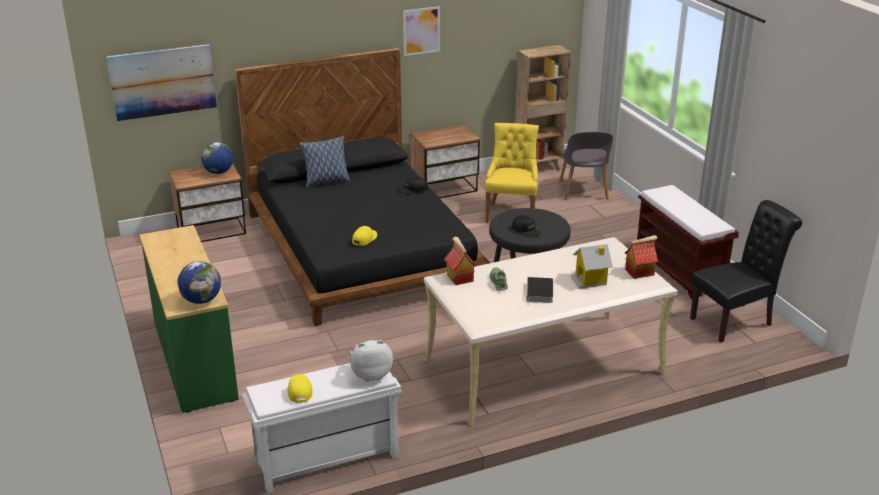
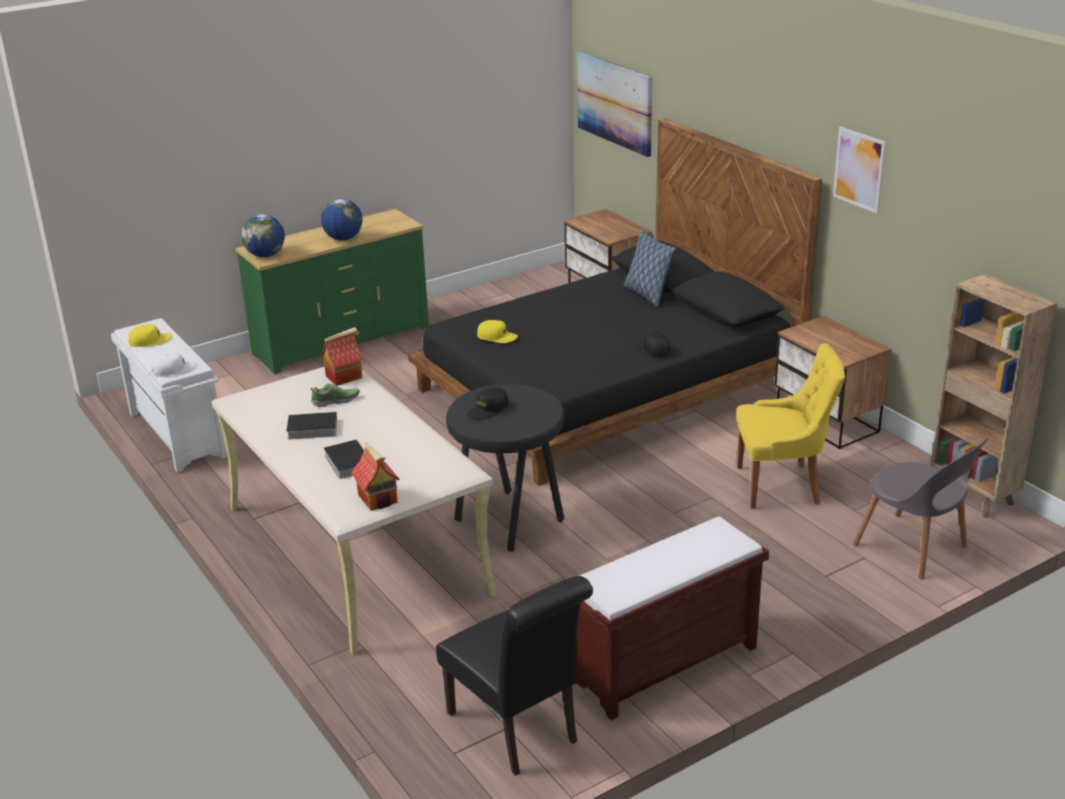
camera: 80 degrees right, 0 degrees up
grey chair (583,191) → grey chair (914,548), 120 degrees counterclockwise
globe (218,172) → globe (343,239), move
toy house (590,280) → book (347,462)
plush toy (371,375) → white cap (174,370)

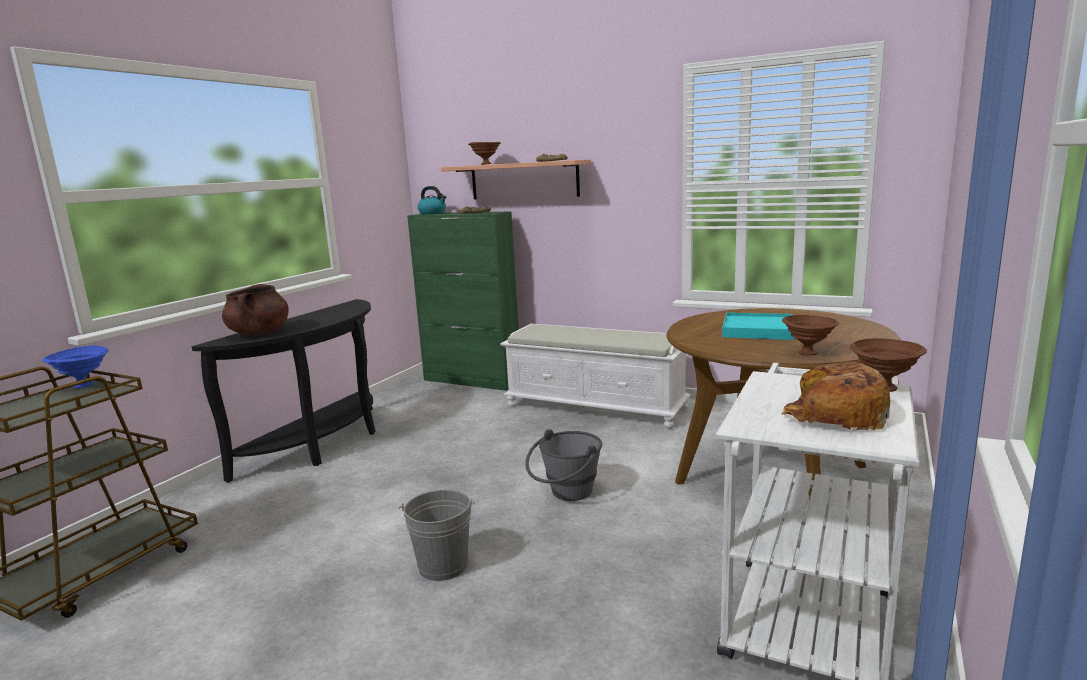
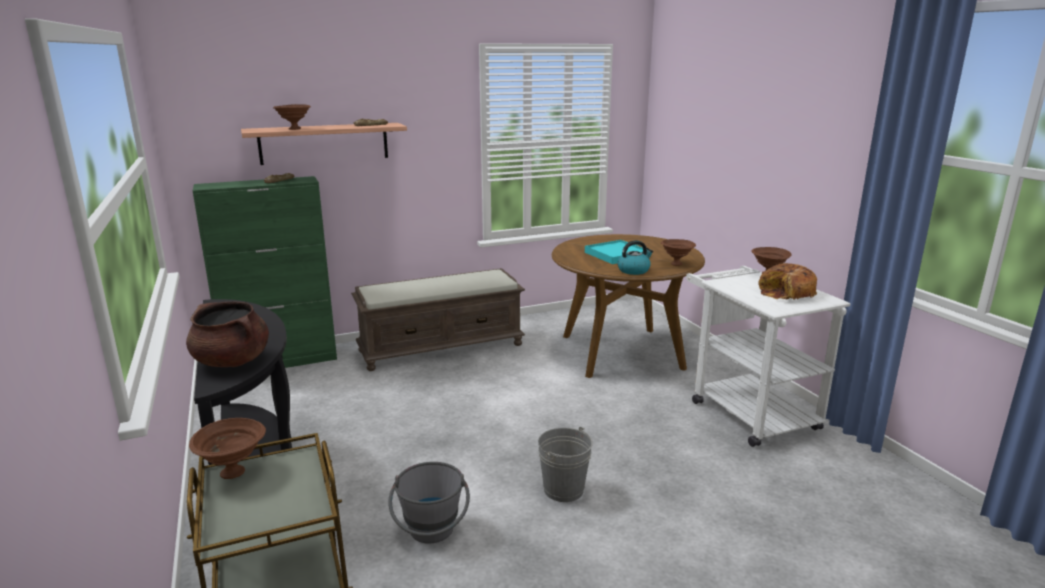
camera: 50 degrees left, 5 degrees up
kettle (433,213) → kettle (634,270), move
white bench (597,407) → brown bench (442,347)
blue bowl (84,385) → brown bowl (234,472)
grey bucket (566,494) → grey bucket (431,535), move

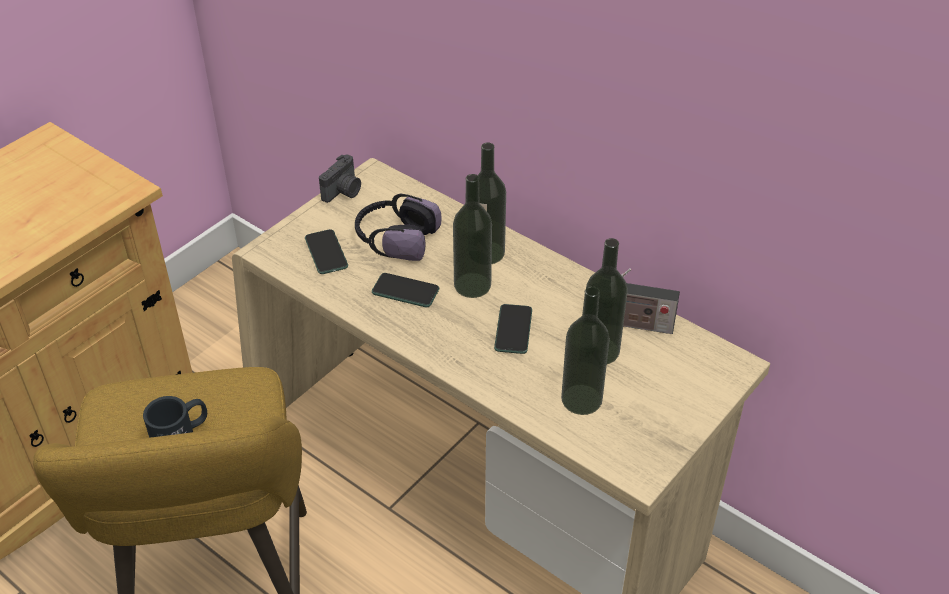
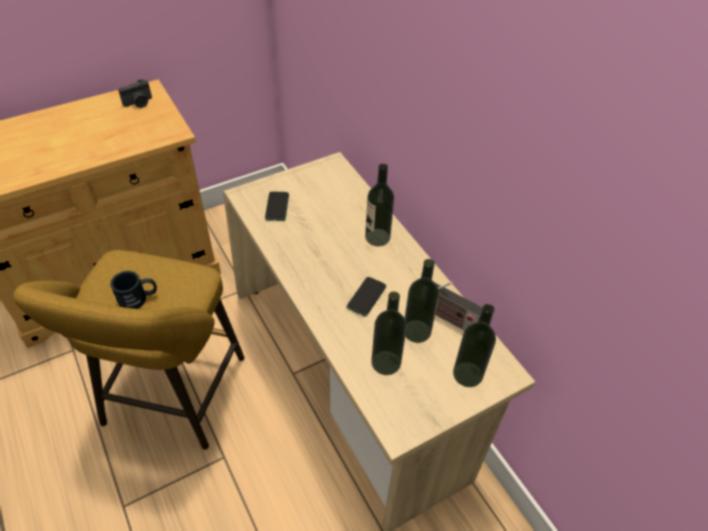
camera: 20 degrees right, 5 degrees up
photo camera (343,192) → photo camera (139,103), move
bottle (472,285) → bottle (467,374), move
headphones (395,239) → -
phone (405,291) → -

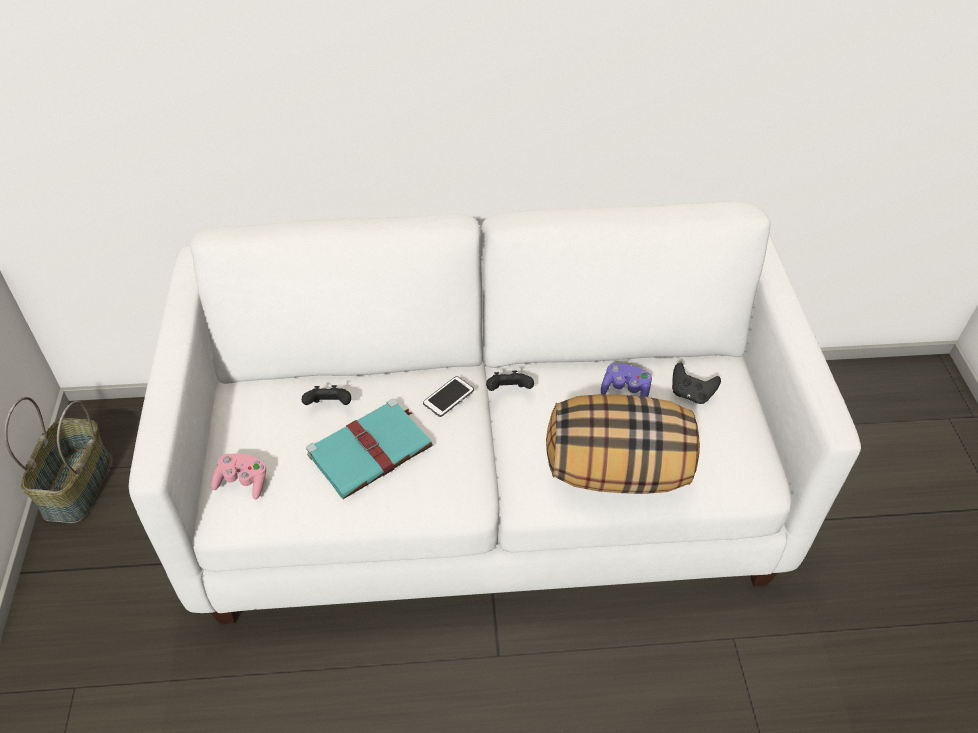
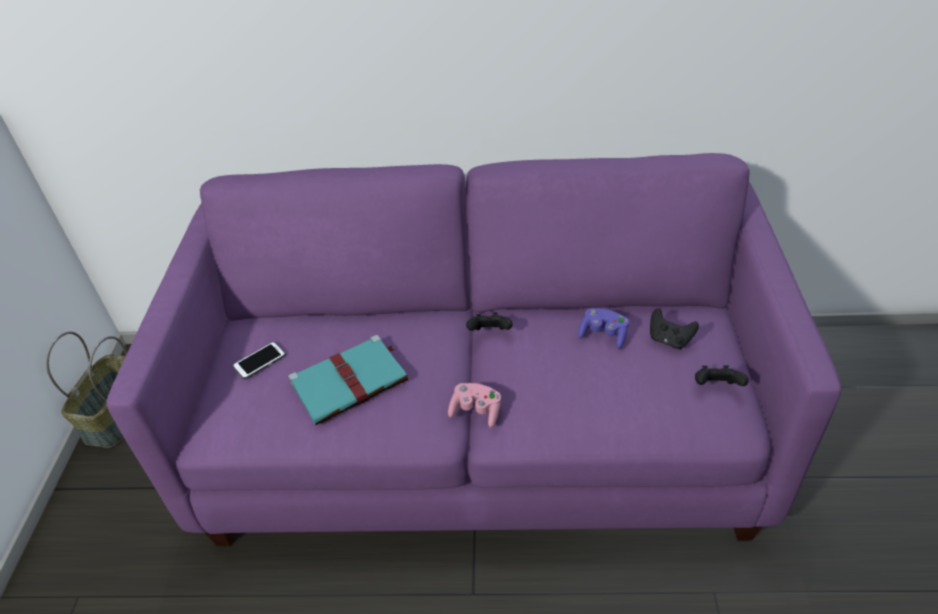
camera: 10 degrees right, 5 degrees down
white sofa (487,489) → purple sofa (480,434)
phone (448,397) → phone (259,361), move
black game controller (329,406) → black game controller (716,387), move
pillow (617,470) → -
pink game controller (243,482) → pink game controller (476,411), move

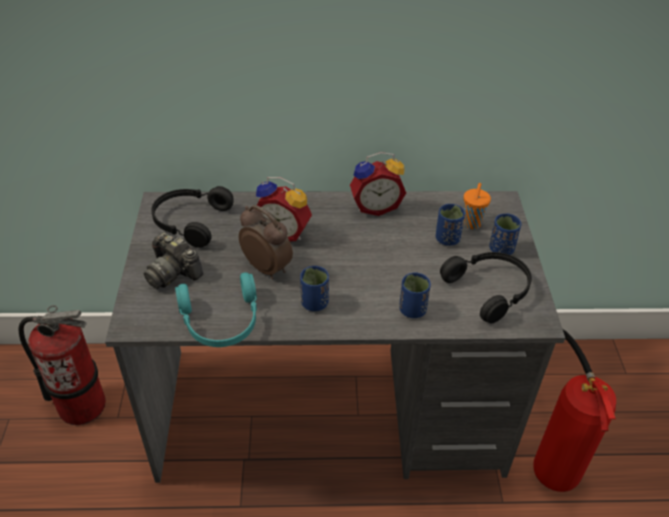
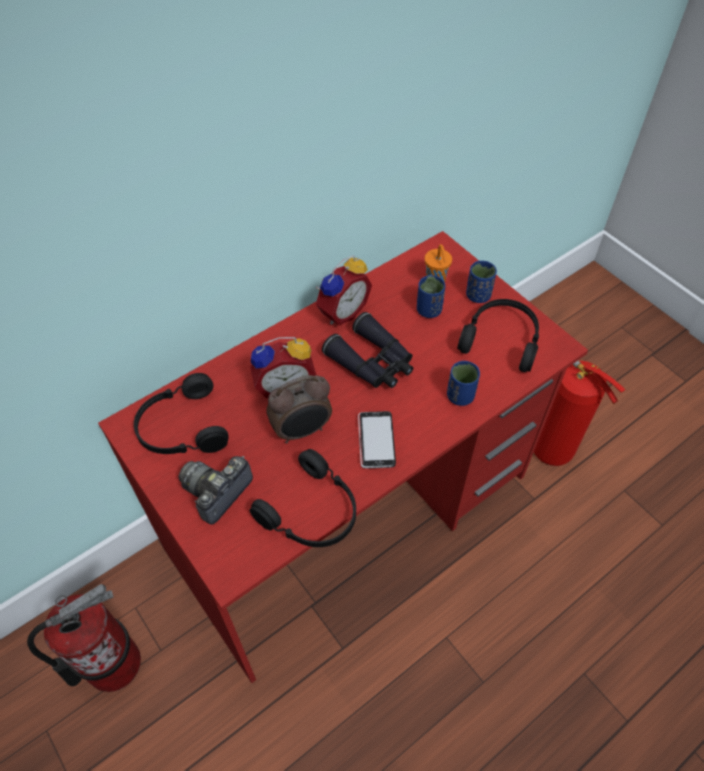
camera: 35 degrees left, 10 degrees up
grey desk (331,412) → red desk (350,513)
alarm clock (267,267) → alarm clock (302,431), 150 degrees clockwise
photo camera (173,272) → photo camera (217,492), 120 degrees clockwise
blue cup (314,303) → phone (376,440)
turquoise headphones (221,322) → black headphones (312,512)
- → black binoculars (372,362)

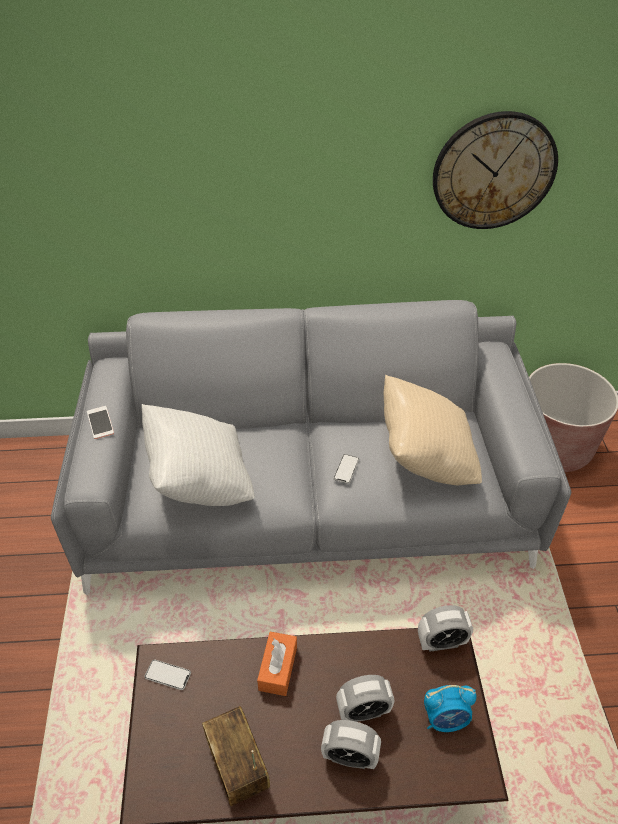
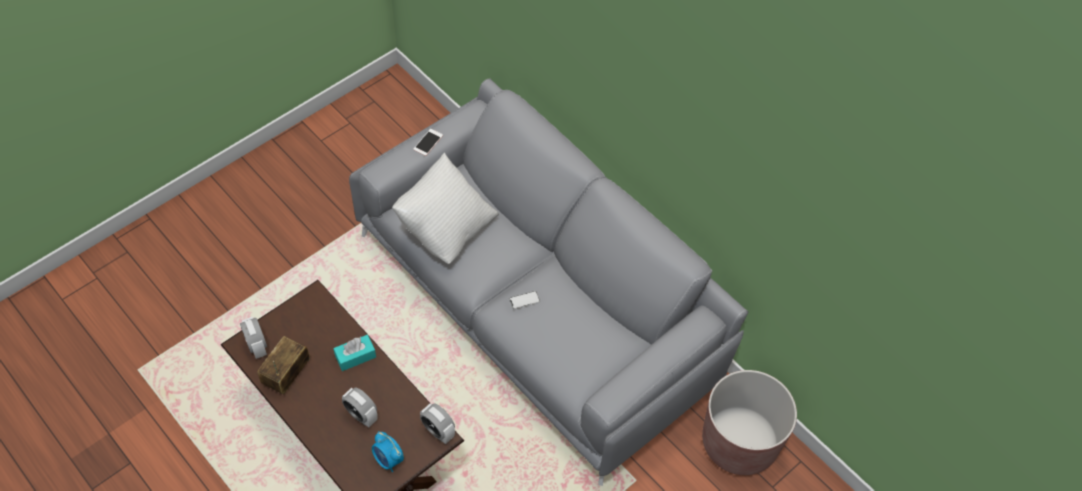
camera: 50 degrees right, 10 degrees up
wall clock (493,171) → -
beige pillow (426,457) → -
orange tissue box (278,668) → turquoise tissue box (355,356)
phone (168,675) → -
alarm clock (349,757) → alarm clock (257,346), move

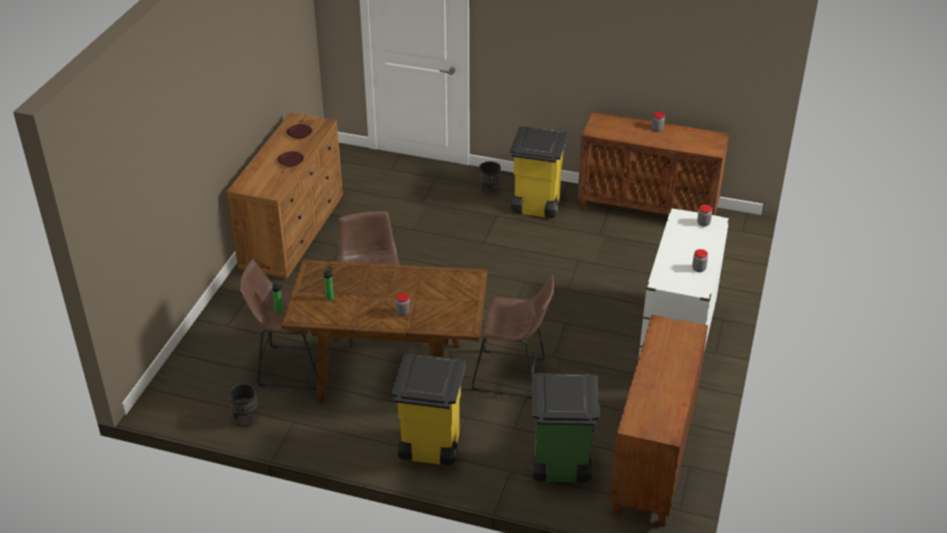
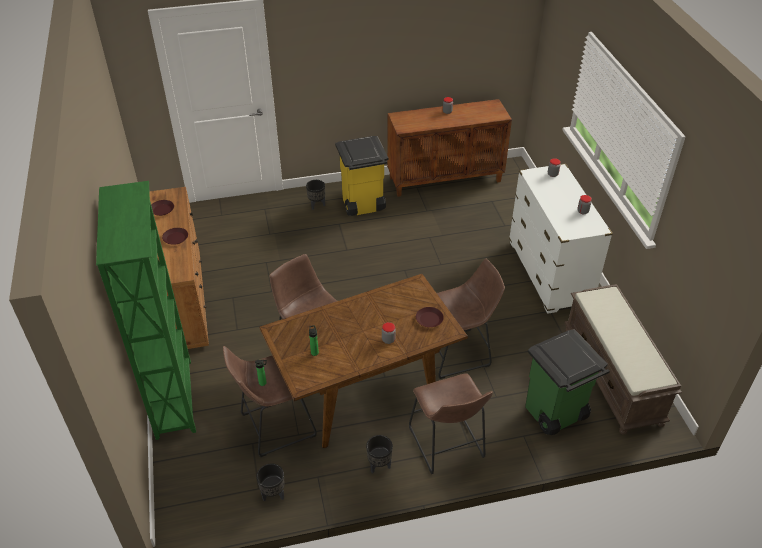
camera: 30 degrees left, 5 degrees up
brown cabinet (654,460) → brown bench (613,376)
yellow trash can (429,448) → brown stool (447,446)
- → green bookcase (175,398)
- → brown plate (429,319)
- → black planter (379,465)

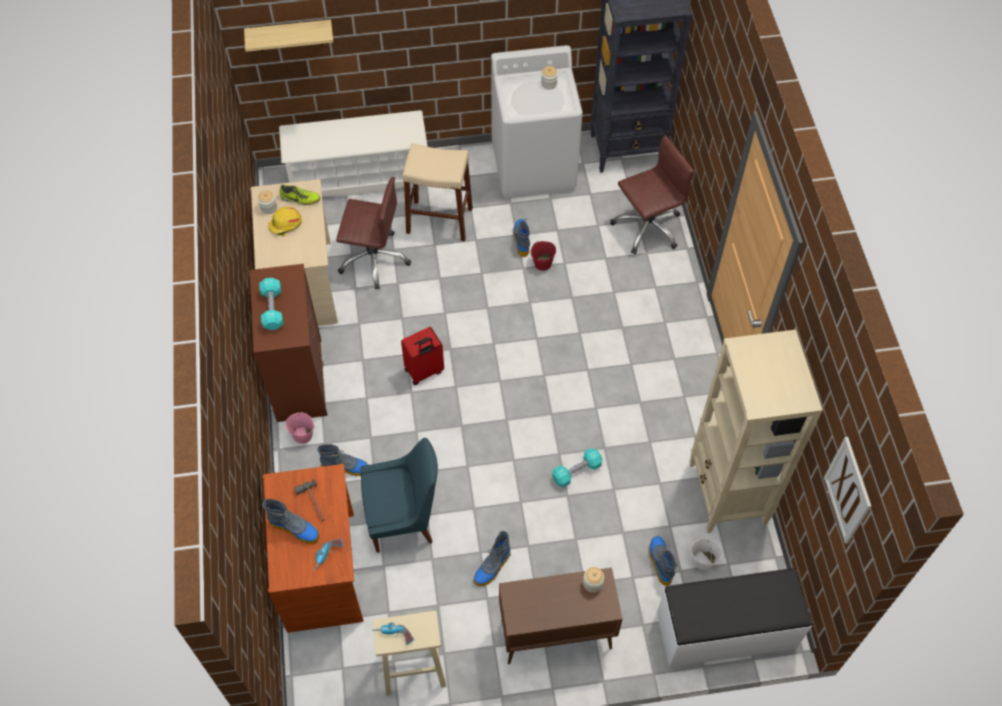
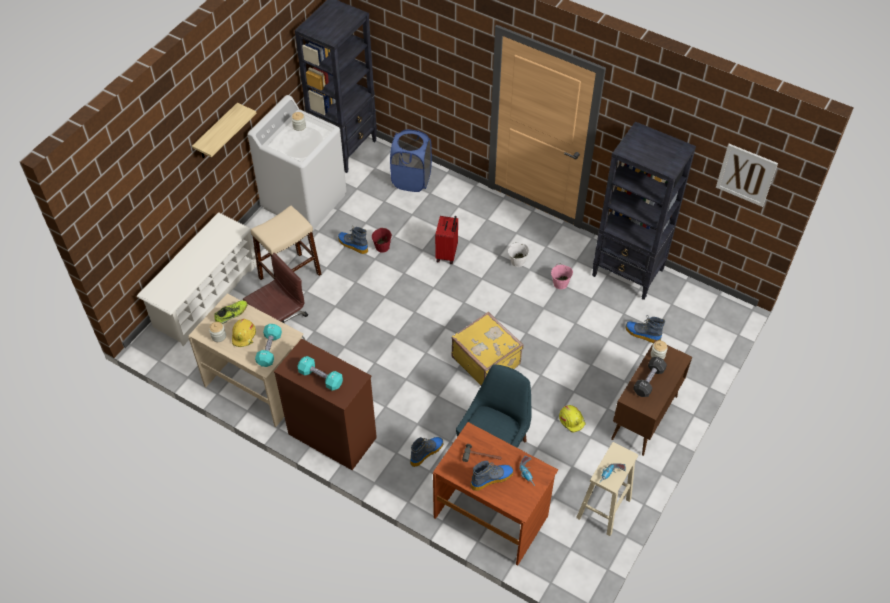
camera: 50 degrees left, 5 degrees down
shelf (289,35) → shelf (216,133), move
brown office chair (647,227) → blue laundry basket (411,179)
red suitcase (424,372) → red suitcase (447,254), move
beige bookcase (727,495) → black bookcase (628,273)
pink bucket (303,435) → pink bucket (560,283), move
turquoise dumbbell (576,471) → turquoise dumbbell (269,349), move
boot (492,567) → yellow hard hat (572,420)
white bucket (703,560) → white bucket (517,261), move
white bench (726,631) → -
- → yellow suitcase (486,360)
- → black dumbbell (648,381)

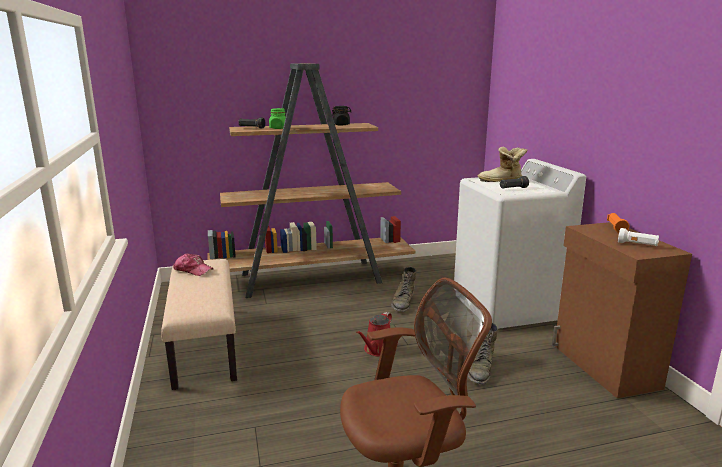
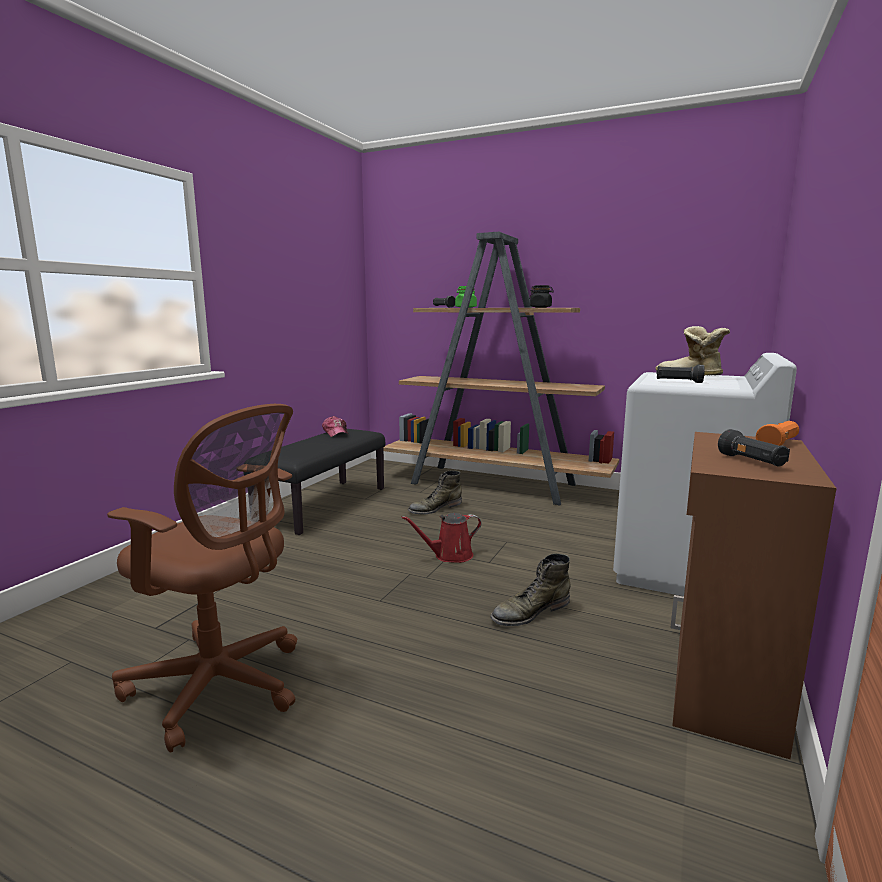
camera: 40 degrees right, 5 degrees down
white flashlight (637,245) → black flashlight (751,462)
beige bench (204,345) → black bench (323,505)
green boot (403,302) → green boot (435,508), move

